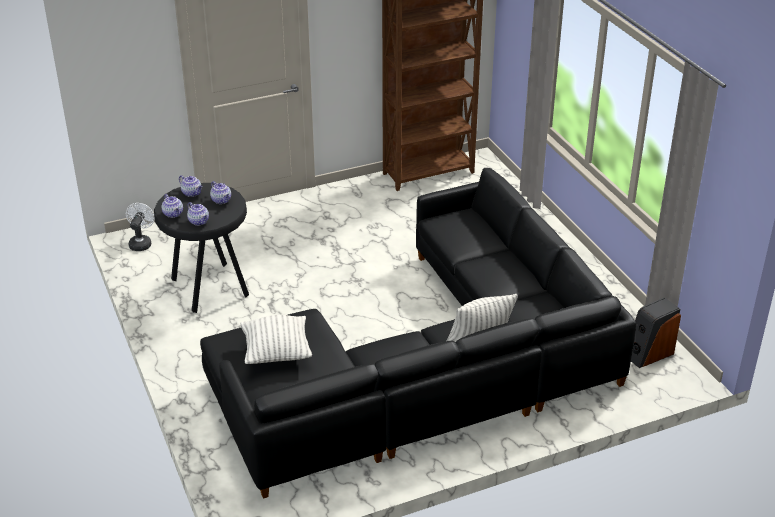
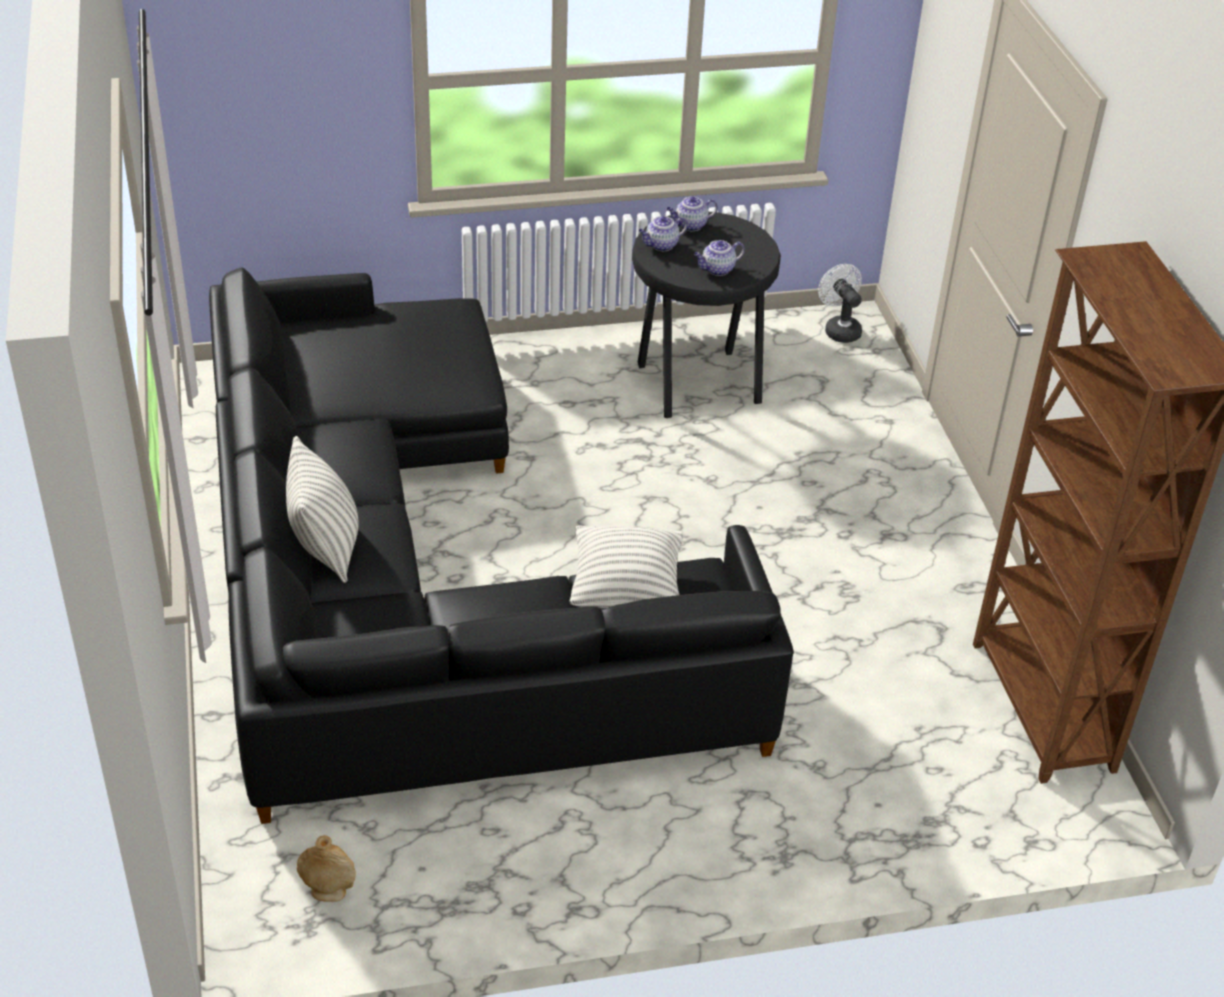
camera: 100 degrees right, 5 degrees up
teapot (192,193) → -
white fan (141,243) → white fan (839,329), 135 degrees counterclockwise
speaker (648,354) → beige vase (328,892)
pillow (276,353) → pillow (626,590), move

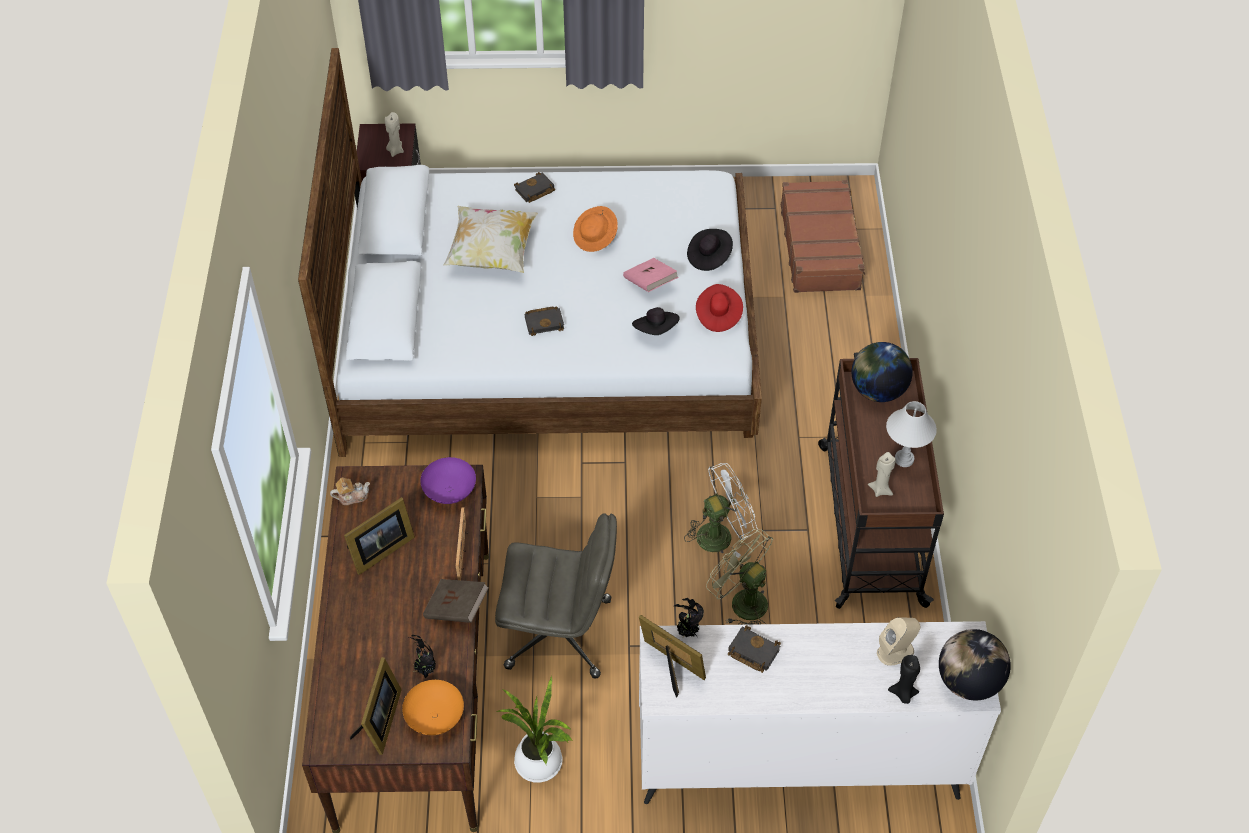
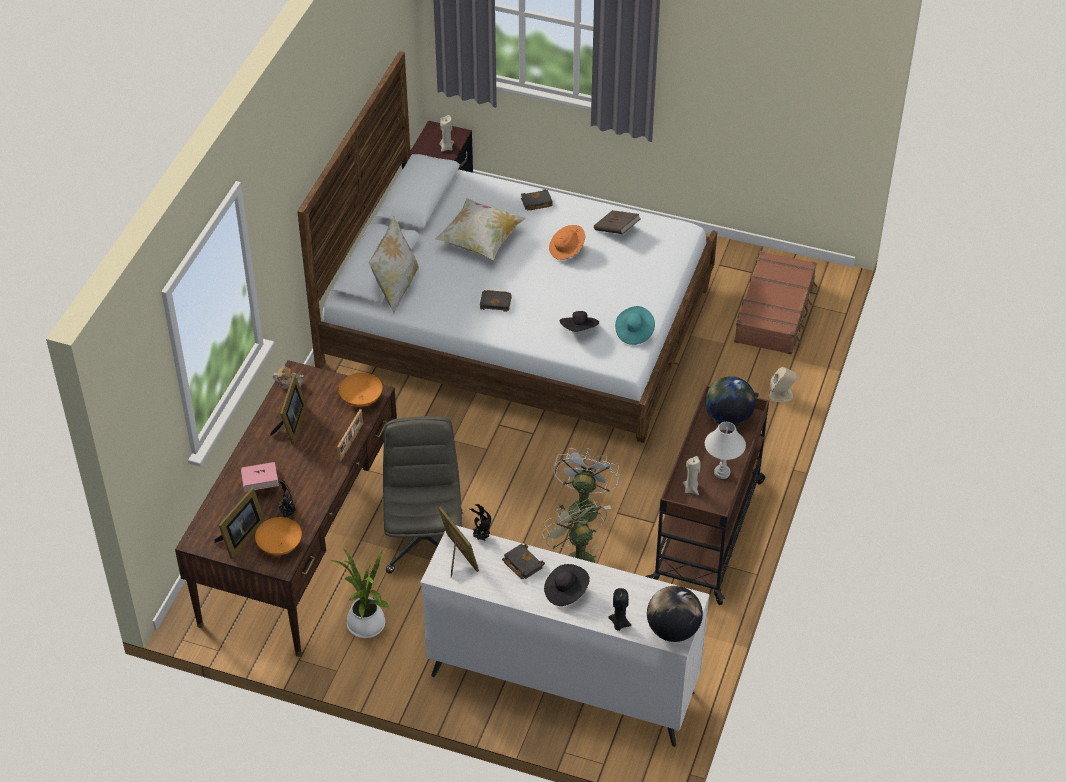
camera: 20 degrees right, 5 degrees down
black hat (709,257) → black hat (565,591), move
pink book (650,283) → pink book (260,484), move
red hat (718,315) → turquoise hat (634,332)
purple bowl (449,492) → orange bowl (360,399)
white fan (721,534) → white fan (583,506), 75 degrees counterclockwise
picture frame (379,551) → picture frame (291,425), 60 degrees counterclockwise
grey office chair (560,633) → grey office chair (424,541), 120 degrees counterclockwise
brown book (456,609) → brown book (616,230), move
beige speaker (896,651) → beige speaker (781,395), move
- → pillow (395,288)

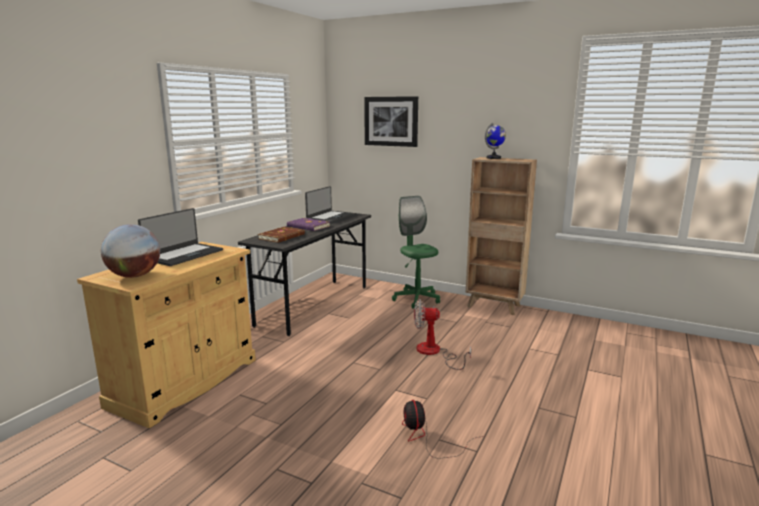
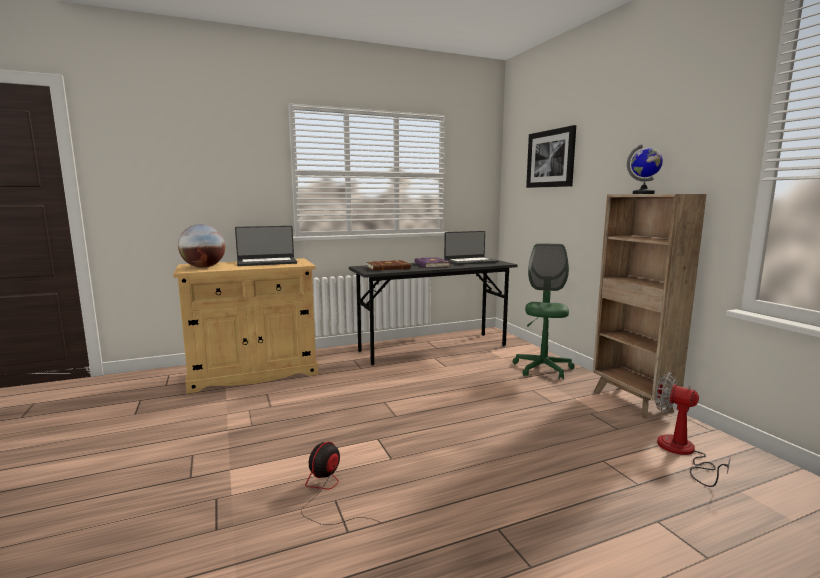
camera: 40 degrees right, 5 degrees down
fan (434,352) → fan (682,453), move

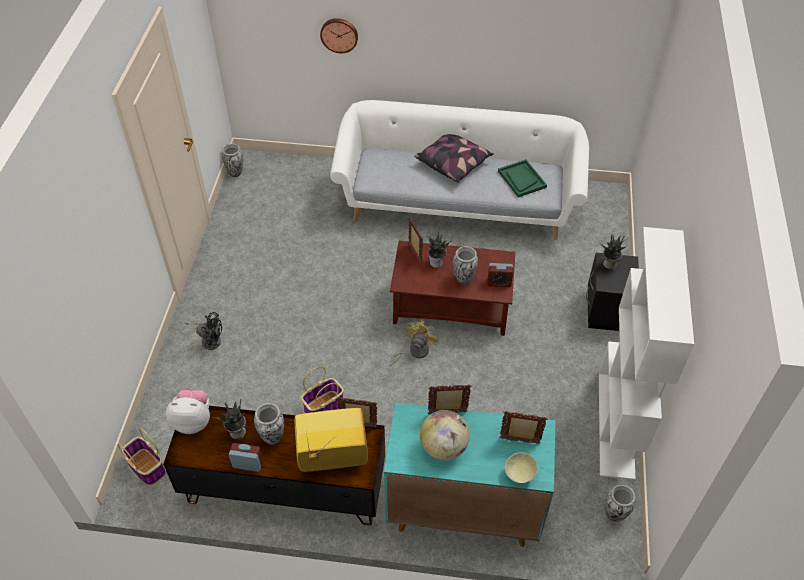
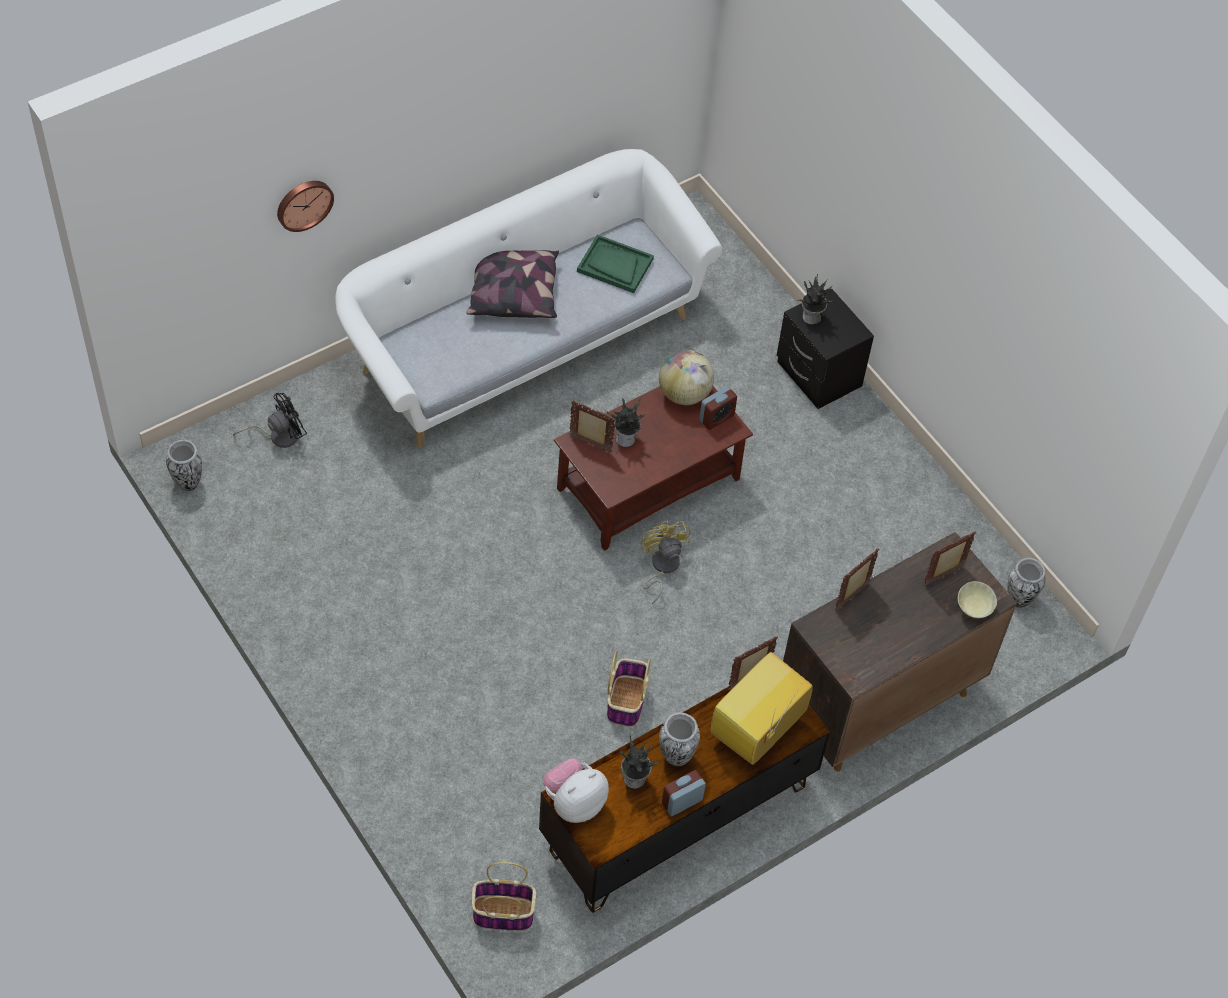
camera: 45 degrees left, 5 degrees up
white bookcase (616,424) → -
vase (463,279) → -
black fan (209,339) → black fan (278,436), move
turquoise cabinet (462,509) → brown cabinet (876,702)
globe (443,447) → globe (684,393), move

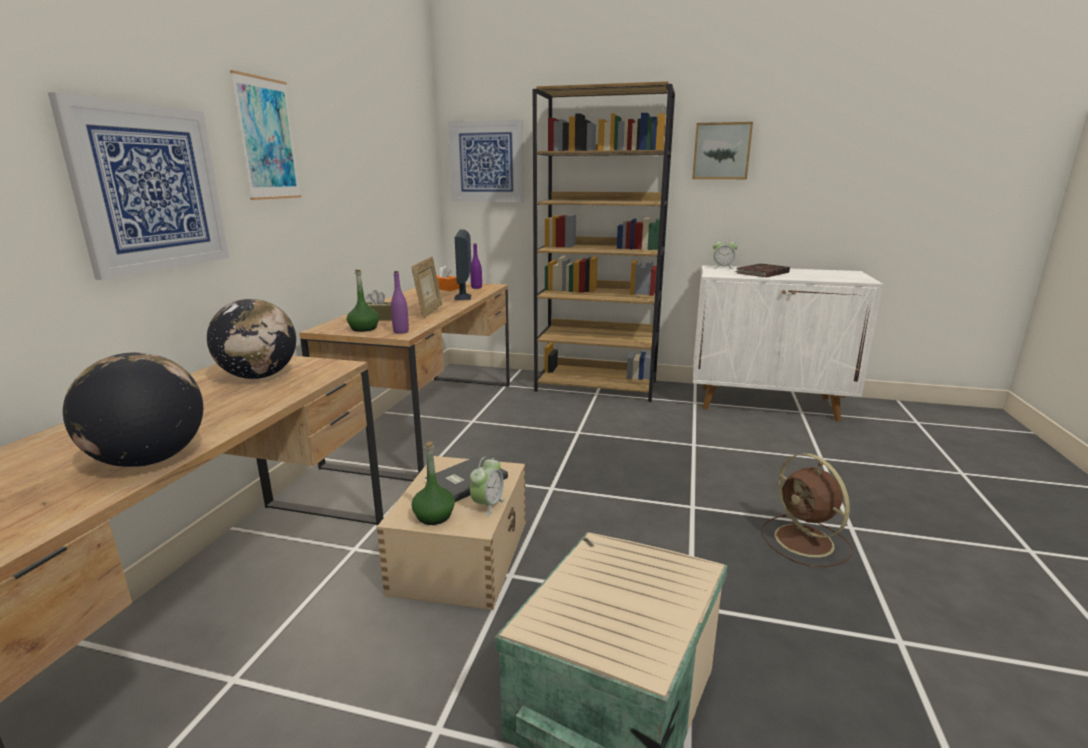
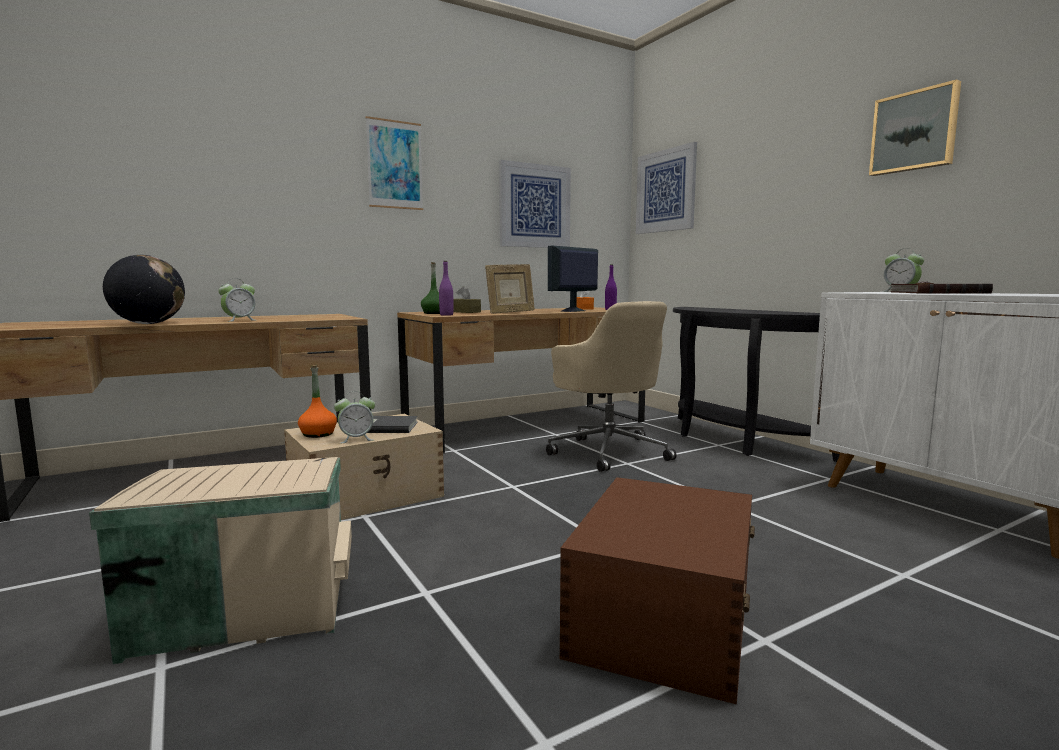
camera: 45 degrees right, 10 degrees down
brown bookcase (597,386) → black console table (733,440)
picture (150,189) → picture (534,206), move
globe (259,376) → -
green bottle (434,516) → orange bottle (318,434)
brown fan (806,542) → brown storage box (661,619)
- → alarm clock (239,320)
- → beige office chair (608,451)

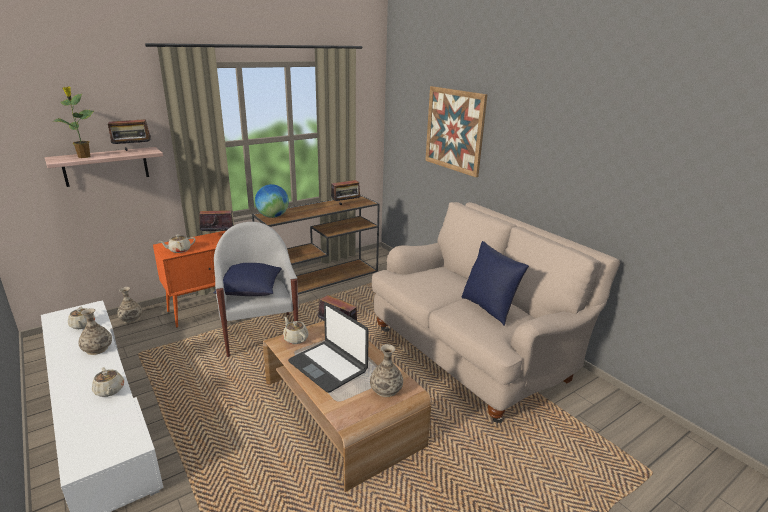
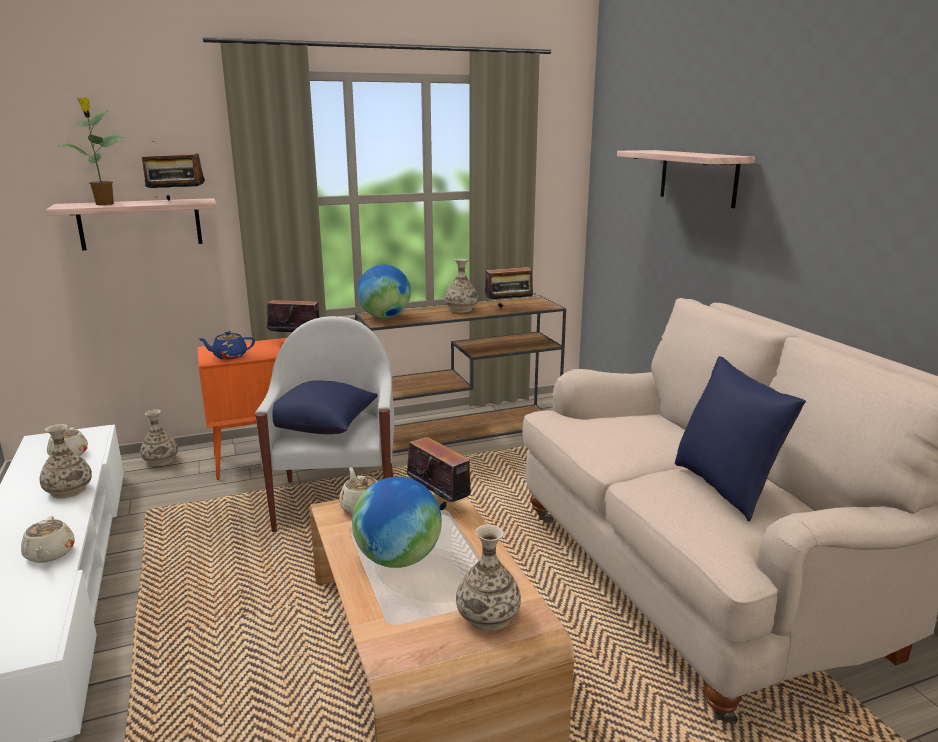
camera: 15 degrees right, 5 degrees down
picture (454,130) → shelf (698,177)
beige teapot (179,250) → blue teapot (229,356)
laptop (328,366) → globe (399,559)
- → vase (461,309)

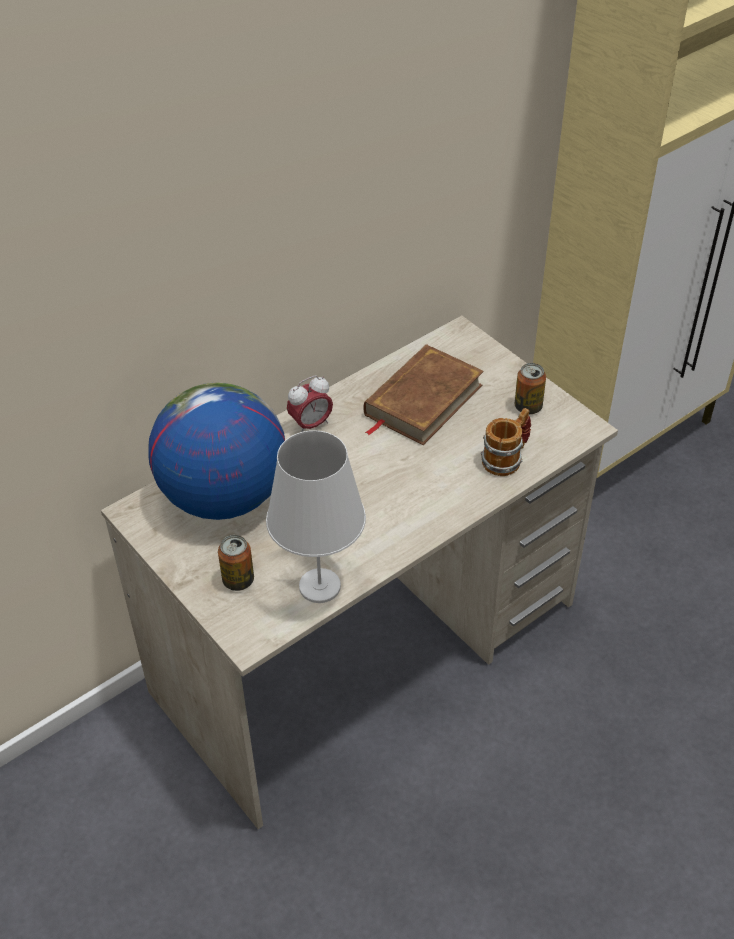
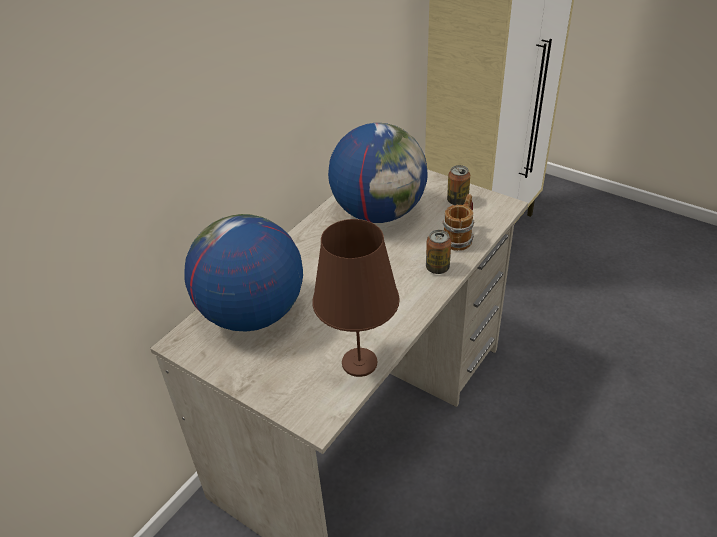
camera: 15 degrees left, 5 degrees down
brown book (422,400) → globe (379,212)
alarm clock (311,425) → -
white table lamp (320,586) → brown table lamp (360,362)
can (238,580) → can (437,268), move

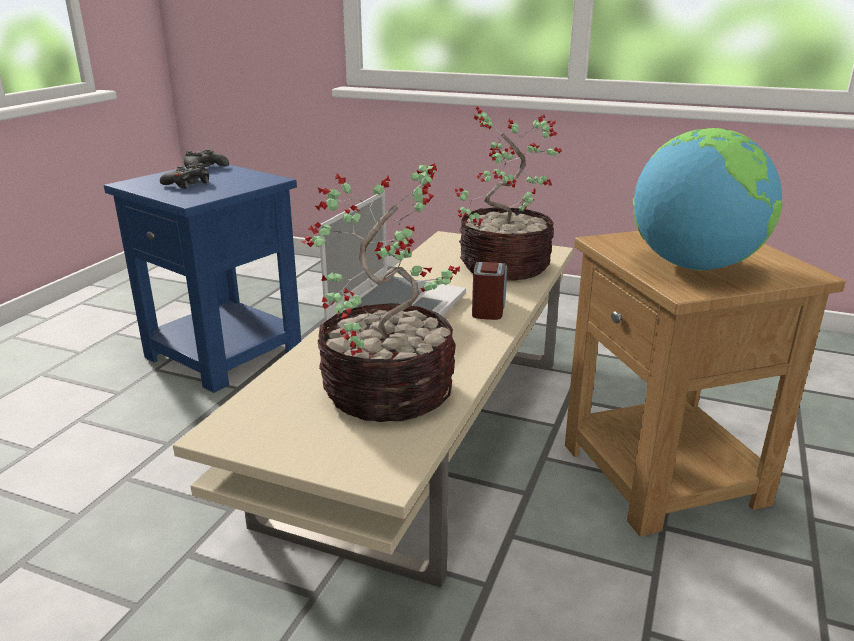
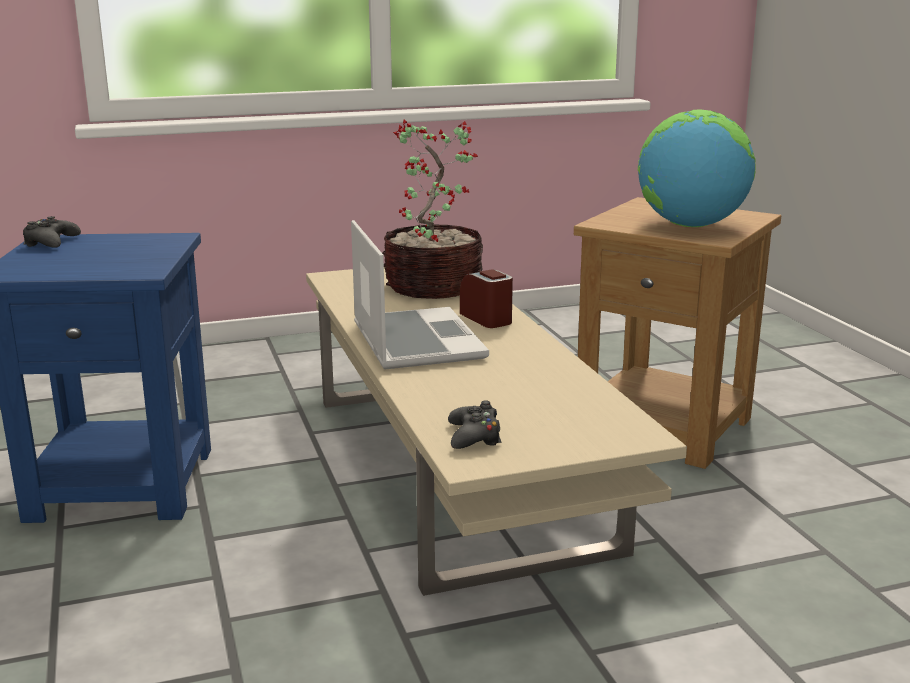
camera: 40 degrees left, 5 degrees down
black game controller (188,184) → black game controller (474,436), move
potted plant (391,390) → -

